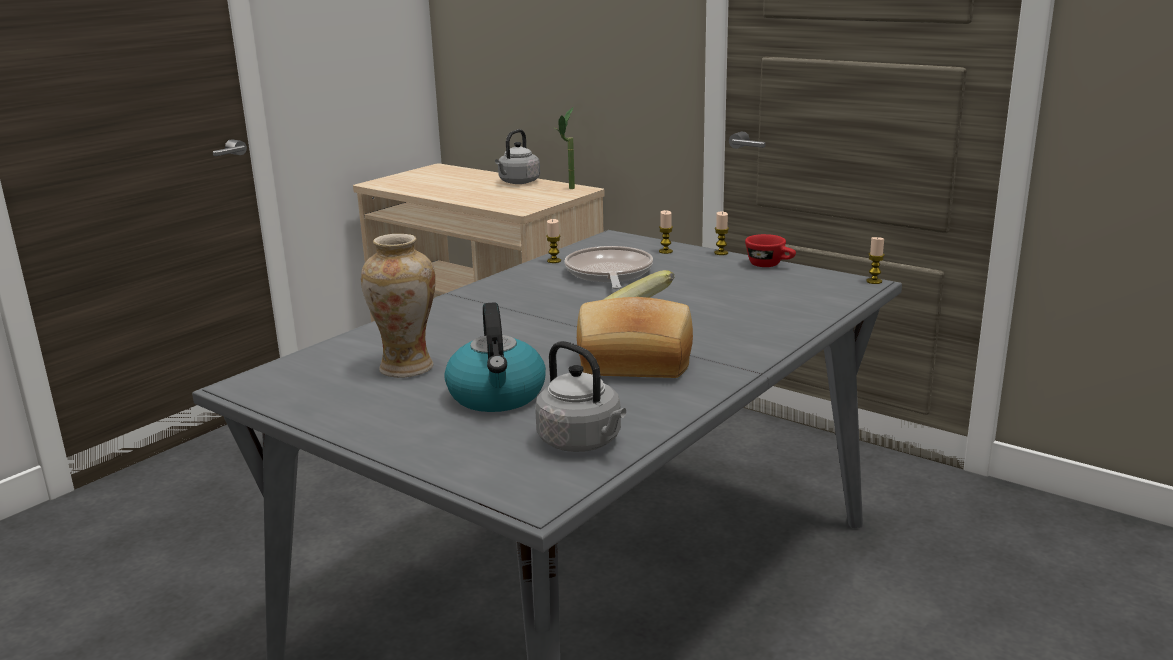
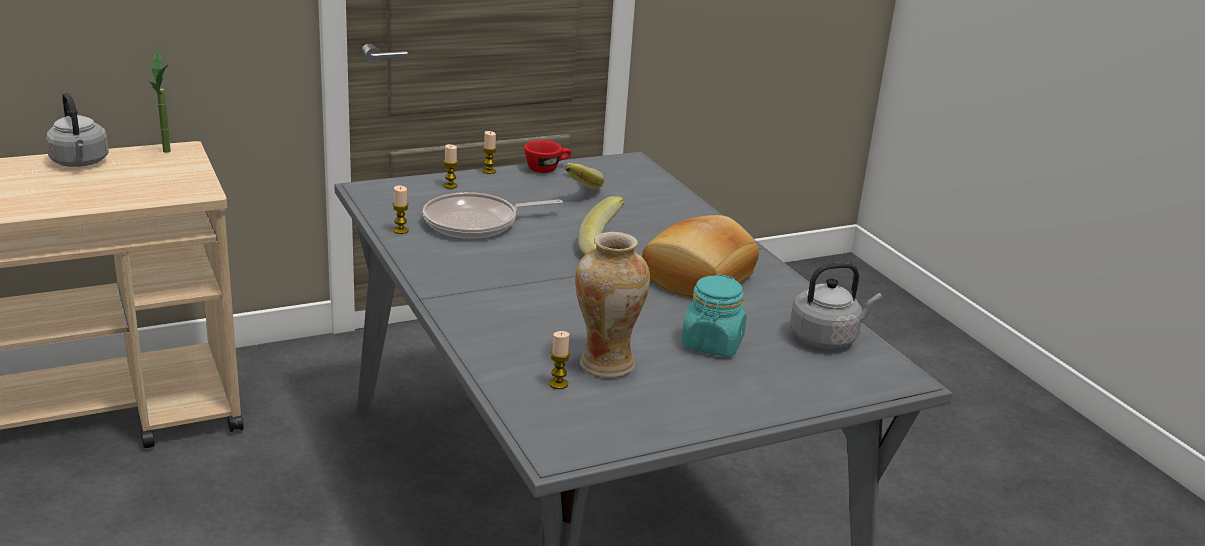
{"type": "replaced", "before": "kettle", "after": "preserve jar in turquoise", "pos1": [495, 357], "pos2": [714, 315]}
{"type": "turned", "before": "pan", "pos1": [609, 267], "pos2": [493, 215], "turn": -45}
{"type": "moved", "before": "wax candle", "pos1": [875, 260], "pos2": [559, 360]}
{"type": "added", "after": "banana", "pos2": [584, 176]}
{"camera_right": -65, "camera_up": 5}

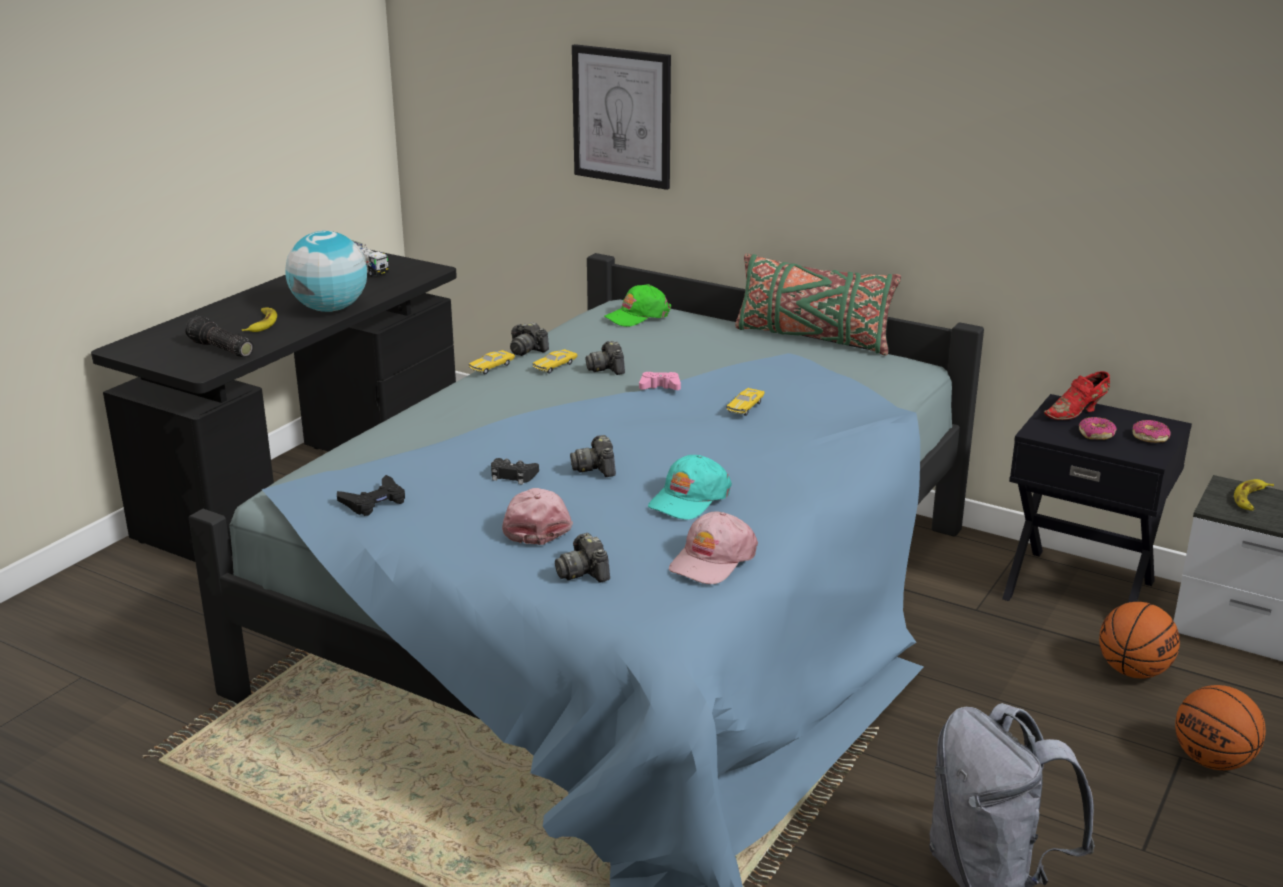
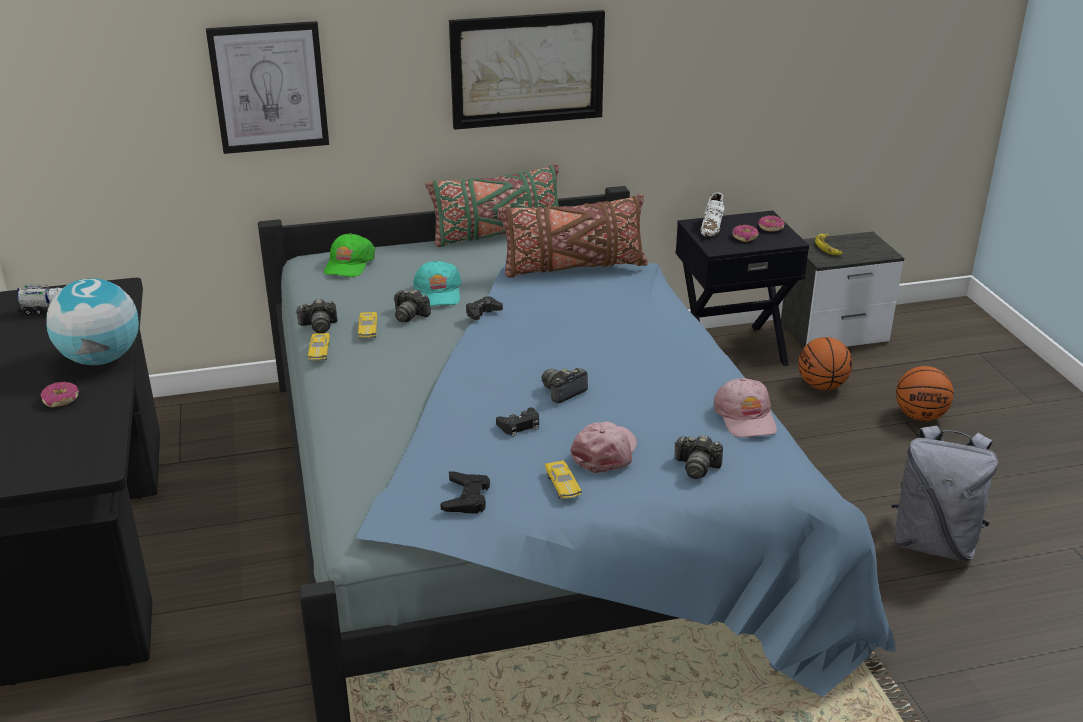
{"type": "removed", "before": "flashlight", "pos1": [219, 337]}
{"type": "replaced", "before": "banana", "after": "doughnut", "pos1": [259, 320], "pos2": [59, 394]}
{"type": "turned", "before": "peaked cap in pinkish", "pos1": [537, 516], "pos2": [604, 447], "turn": 75}
{"type": "turned", "before": "still camera", "pos1": [593, 456], "pos2": [565, 385], "turn": 105}
{"type": "recoloured", "before": "gamepad in pinkish", "after": "gamepad in black-coloured", "pos1": [660, 381], "pos2": [484, 308]}
{"type": "moved", "before": "peaked cap in turquoise", "pos1": [690, 487], "pos2": [437, 283]}
{"type": "moved", "before": "model car in yellow-coloured", "pos1": [745, 402], "pos2": [563, 479]}
{"type": "recoloured", "before": "shoe in reddish", "after": "shoe in whitish", "pos1": [1077, 395], "pos2": [712, 214]}
{"type": "added", "after": "picture", "pos2": [527, 70]}
{"type": "added", "after": "pillow in brown-coloured", "pos2": [573, 236]}
{"camera_right": -45, "camera_up": 5}

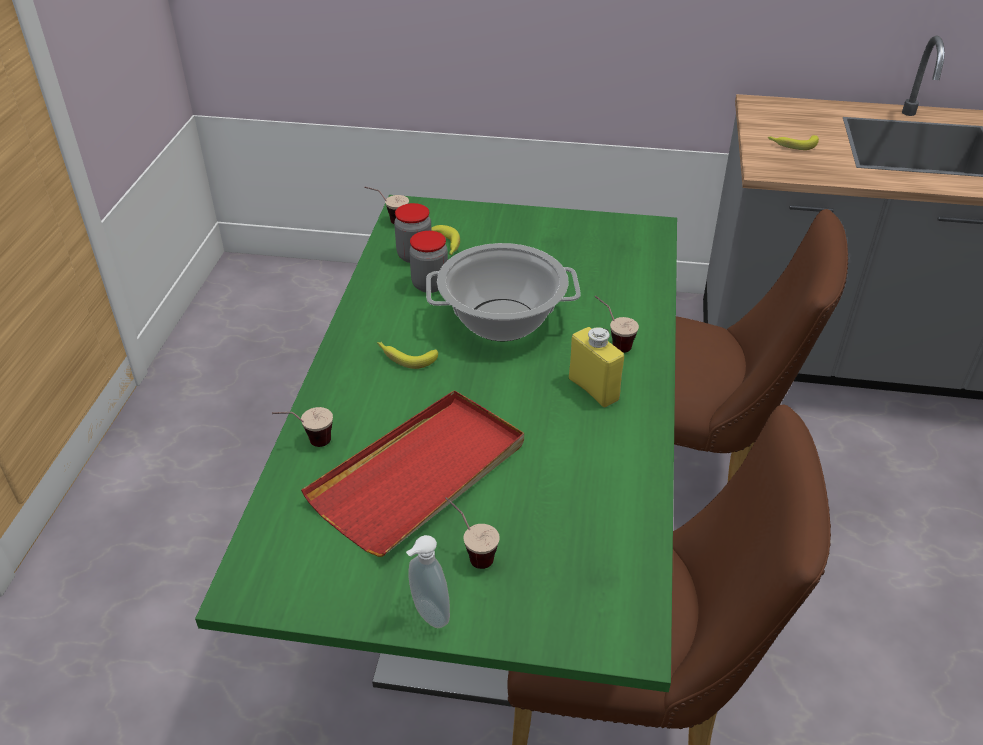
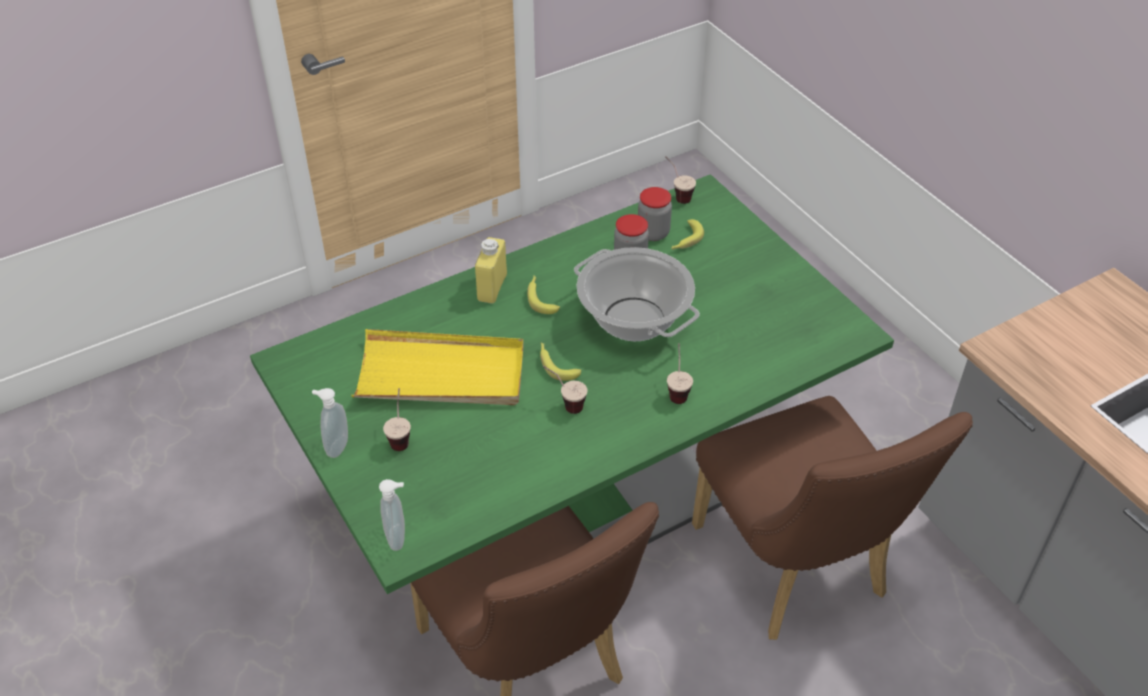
{"type": "moved", "before": "drinking cup", "pos1": [302, 427], "pos2": [565, 390]}
{"type": "recoloured", "before": "tray in reddish", "after": "tray in yellow-coloured", "pos1": [412, 473], "pos2": [437, 367]}
{"type": "moved", "before": "beverage bottle in yellow-coloured", "pos1": [596, 367], "pos2": [491, 270]}
{"type": "moved", "before": "banana", "pos1": [793, 142], "pos2": [560, 362]}
{"type": "added", "after": "soap dispenser", "pos2": [392, 515]}
{"camera_right": 50, "camera_up": 5}

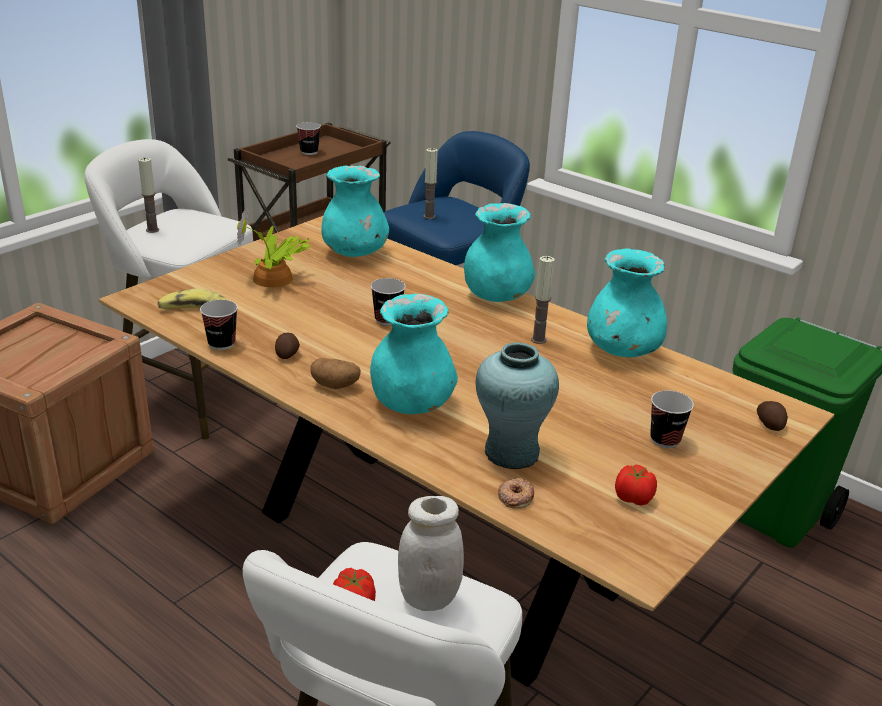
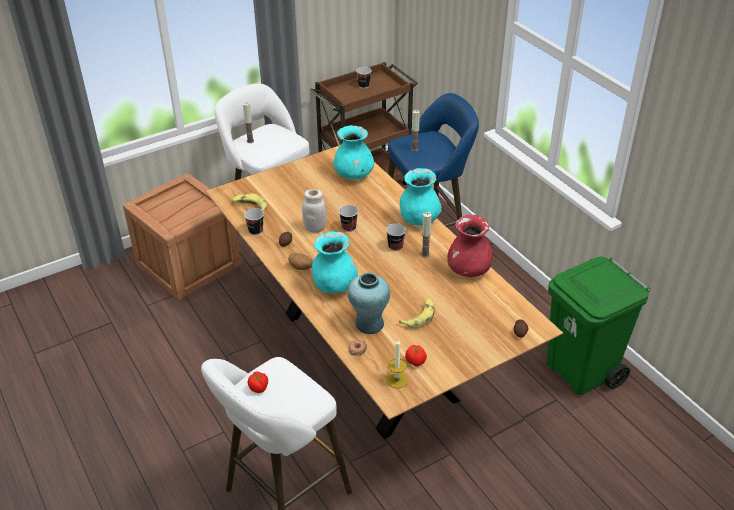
{"type": "removed", "before": "plant in a pot", "pos1": [273, 247]}
{"type": "moved", "before": "preserve jar in whitish", "pos1": [431, 553], "pos2": [314, 211]}
{"type": "recoloured", "before": "decorative vase in turquoise", "after": "decorative vase in reddish", "pos1": [627, 302], "pos2": [470, 246]}
{"type": "moved", "before": "drinking cup", "pos1": [672, 419], "pos2": [396, 237]}
{"type": "added", "after": "wax candle", "pos2": [397, 364]}
{"type": "added", "after": "banana", "pos2": [417, 313]}
{"camera_right": 20, "camera_up": 10}

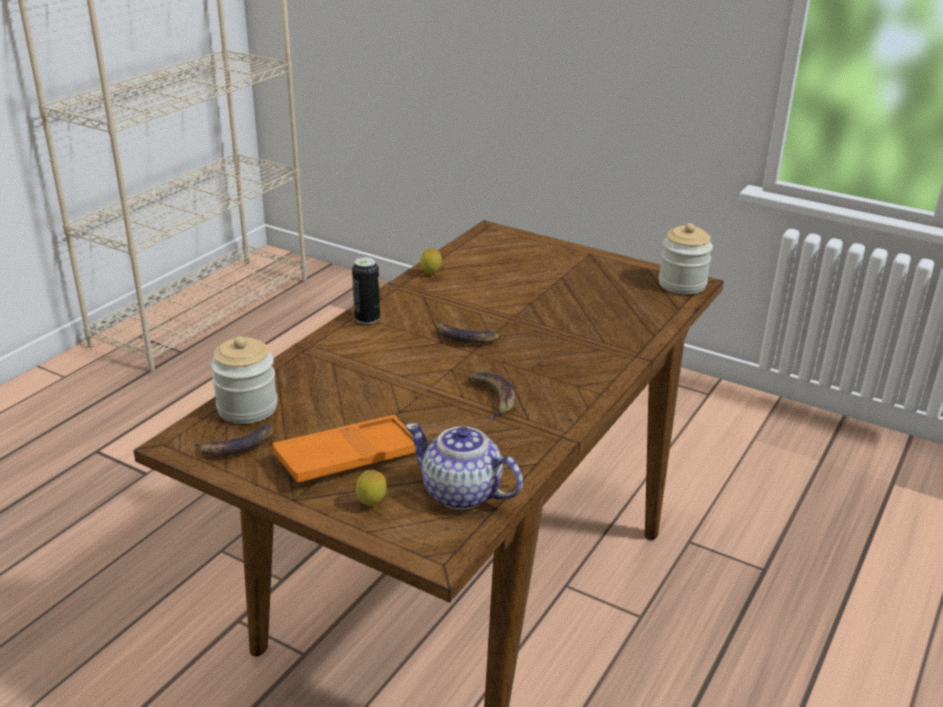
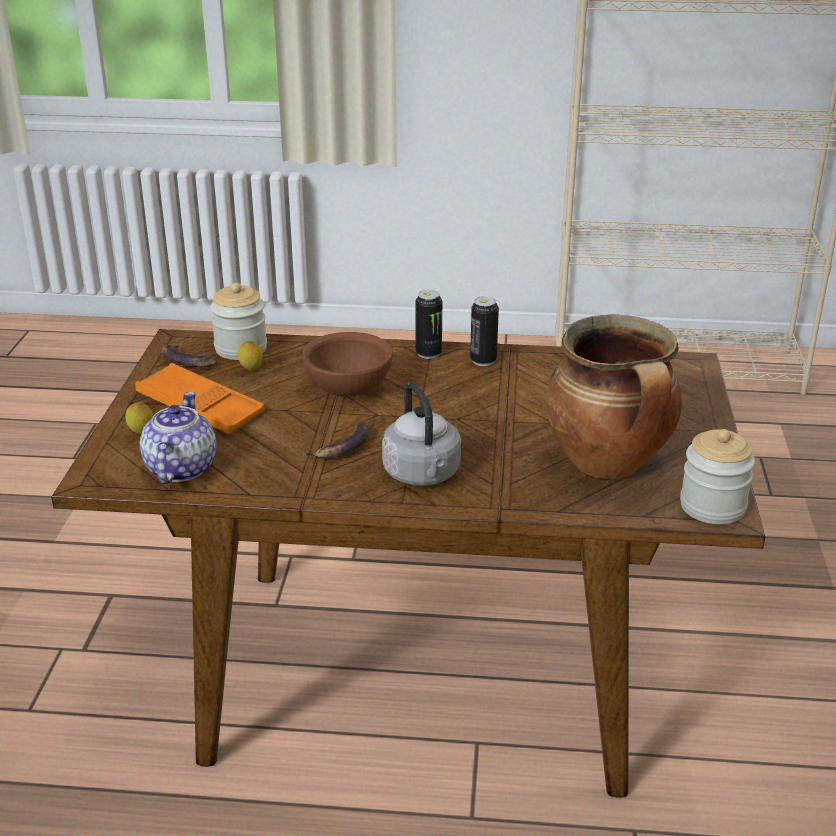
{"type": "moved", "before": "lemon", "pos1": [431, 261], "pos2": [250, 356]}
{"type": "removed", "before": "banana", "pos1": [468, 332]}
{"type": "added", "after": "deep dish in brown-coloured", "pos2": [347, 364]}
{"type": "added", "after": "kettle in grey", "pos2": [421, 434]}
{"type": "added", "after": "sealed can", "pos2": [484, 331]}
{"type": "added", "after": "stockpot", "pos2": [613, 396]}
{"camera_right": 65, "camera_up": 0}

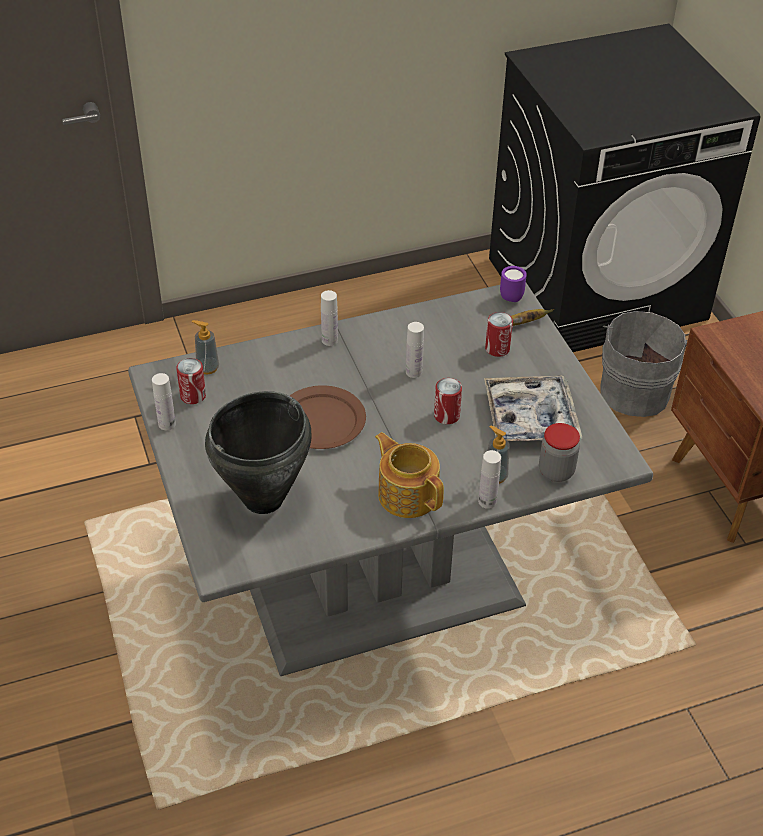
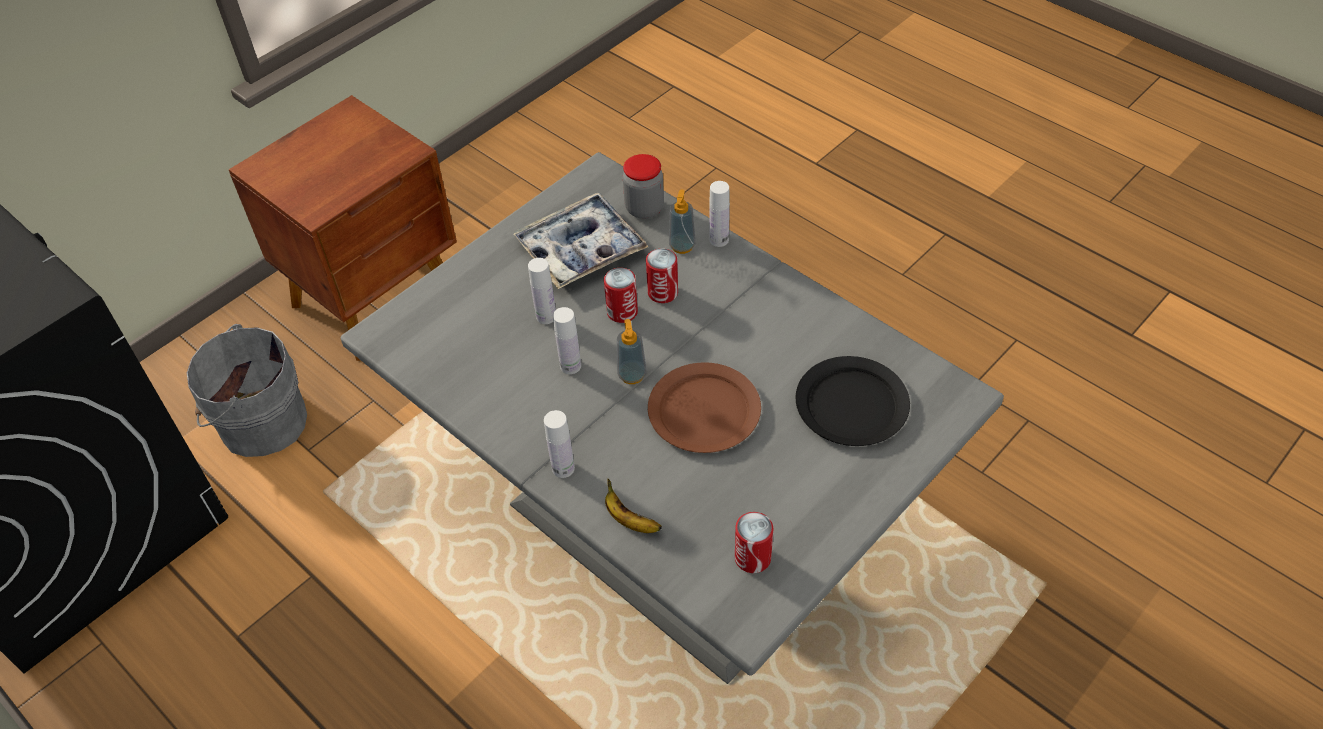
{"type": "moved", "before": "beverage bottle in whitish", "pos1": [164, 401], "pos2": [542, 291]}
{"type": "moved", "before": "soap dispenser", "pos1": [205, 347], "pos2": [632, 351]}
{"type": "replaced", "before": "stockpot in black-coloured", "after": "plate in black-coloured", "pos1": [258, 452], "pos2": [853, 401]}
{"type": "removed", "before": "tea pot", "pos1": [409, 475]}
{"type": "moved", "before": "sealed can", "pos1": [499, 334], "pos2": [662, 275]}
{"type": "removed", "before": "mug in purple", "pos1": [513, 284]}
{"type": "moved", "before": "banana", "pos1": [532, 317], "pos2": [633, 506]}
{"camera_right": -115, "camera_up": 5}

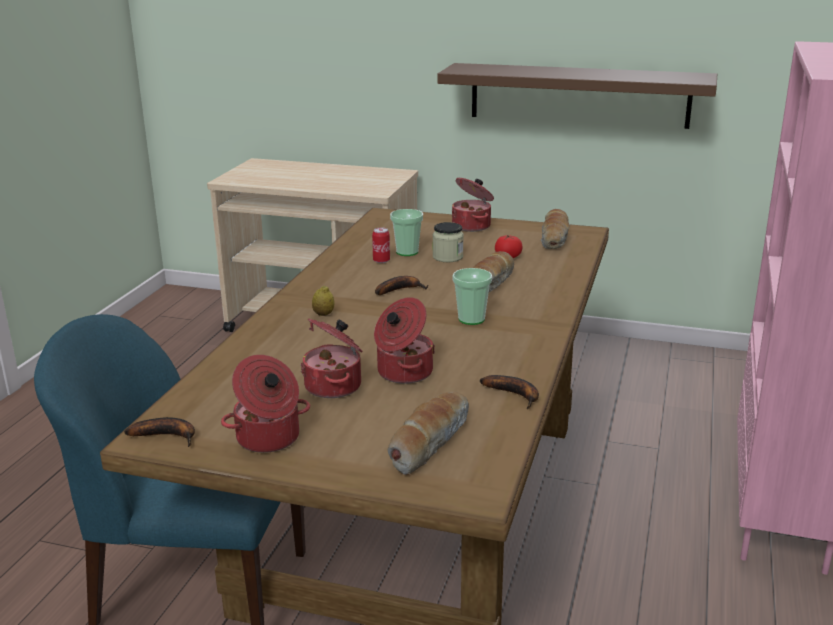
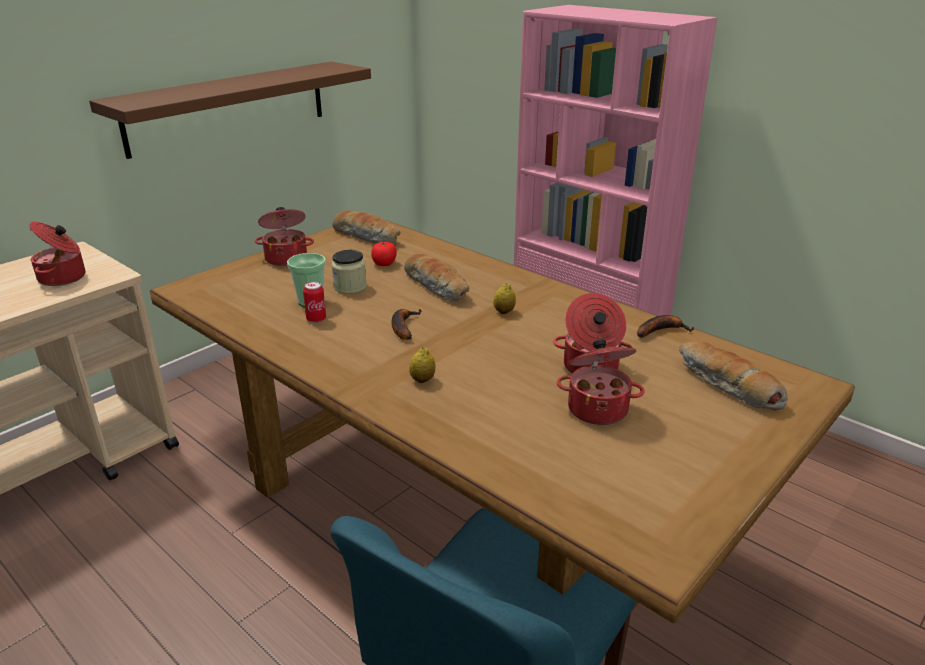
{"type": "removed", "before": "banana", "pos1": [159, 432]}
{"type": "moved", "before": "stockpot", "pos1": [265, 404], "pos2": [57, 254]}
{"type": "replaced", "before": "drinking cup", "after": "lemon", "pos1": [472, 296], "pos2": [504, 298]}
{"camera_right": -65, "camera_up": 5}

